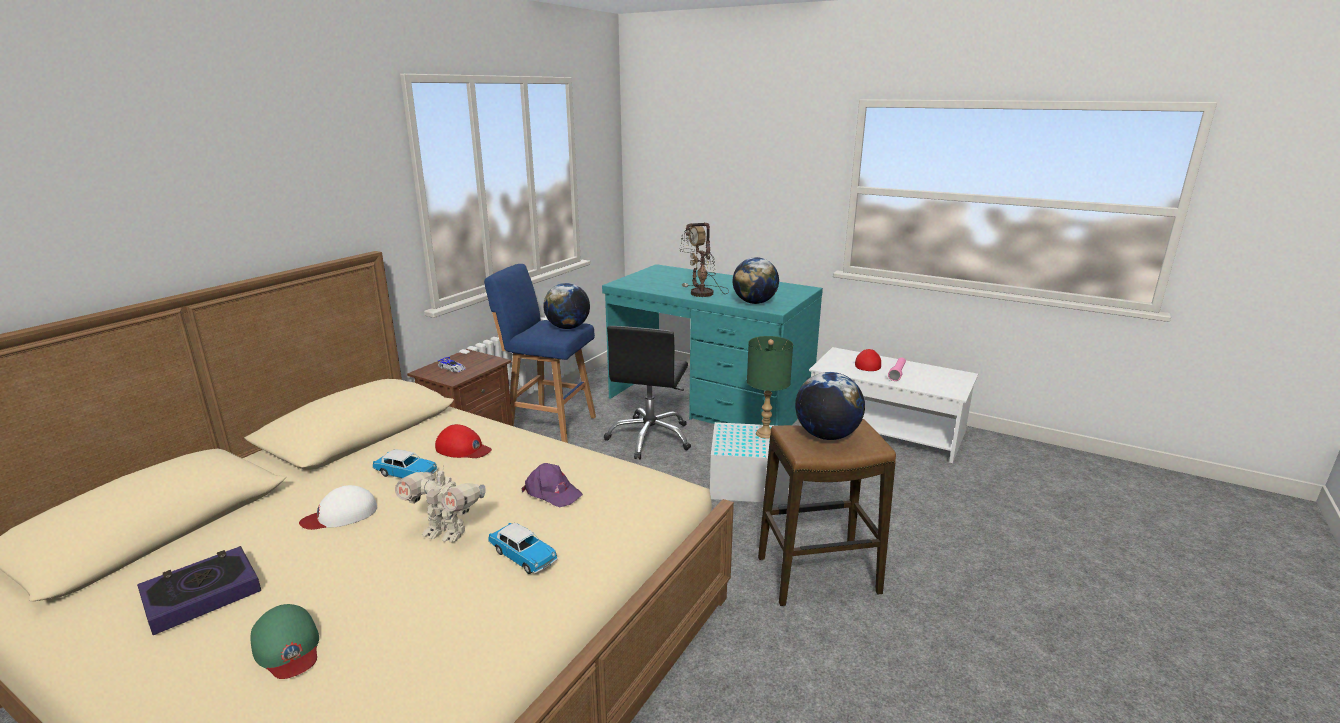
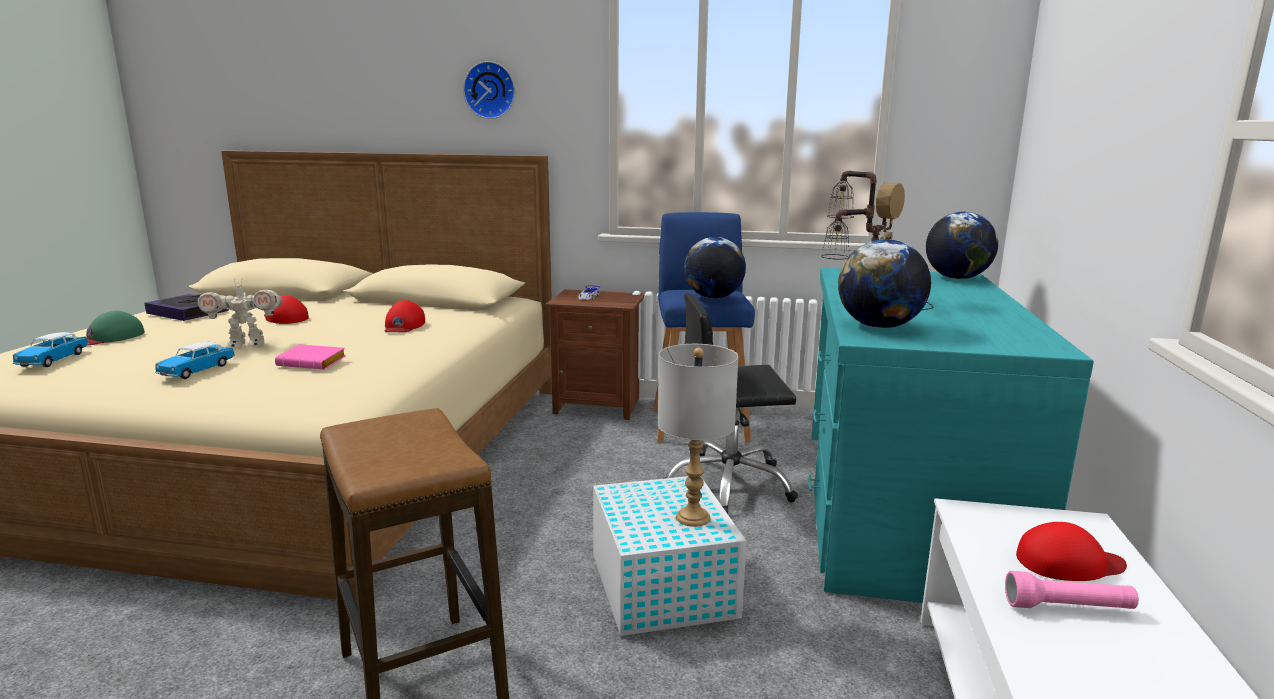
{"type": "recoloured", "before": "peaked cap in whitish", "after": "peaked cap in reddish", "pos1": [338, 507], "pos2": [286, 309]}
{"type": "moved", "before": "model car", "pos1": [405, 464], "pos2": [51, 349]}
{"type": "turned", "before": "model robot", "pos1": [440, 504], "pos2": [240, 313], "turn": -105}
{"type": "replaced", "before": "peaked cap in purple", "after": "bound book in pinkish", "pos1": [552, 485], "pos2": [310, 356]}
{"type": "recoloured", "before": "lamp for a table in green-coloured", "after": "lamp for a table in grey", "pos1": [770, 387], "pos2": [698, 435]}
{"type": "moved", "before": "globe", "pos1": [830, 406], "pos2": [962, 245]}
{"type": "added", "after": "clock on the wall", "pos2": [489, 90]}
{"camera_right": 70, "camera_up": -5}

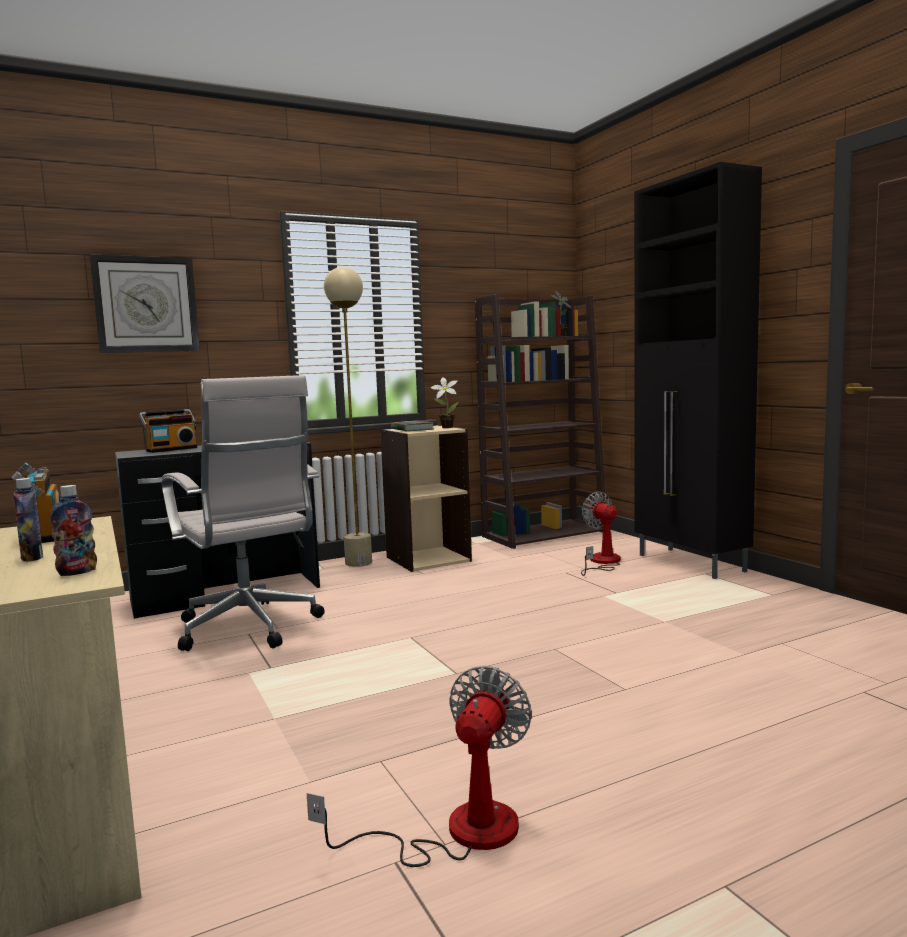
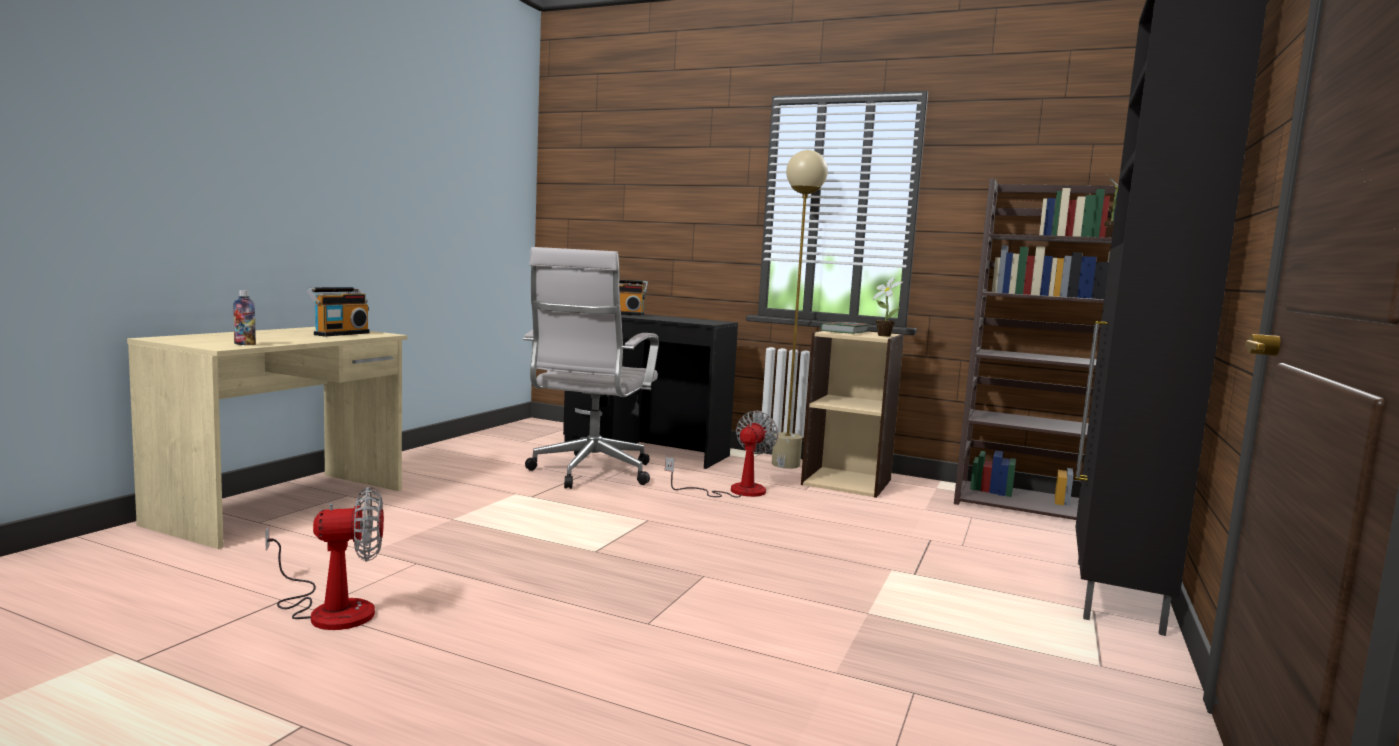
{"type": "removed", "before": "beverage bottle", "pos1": [28, 520]}
{"type": "removed", "before": "clock on the wall", "pos1": [145, 303]}
{"type": "moved", "before": "electric fan", "pos1": [601, 533], "pos2": [721, 454]}
{"camera_right": 50, "camera_up": 0}

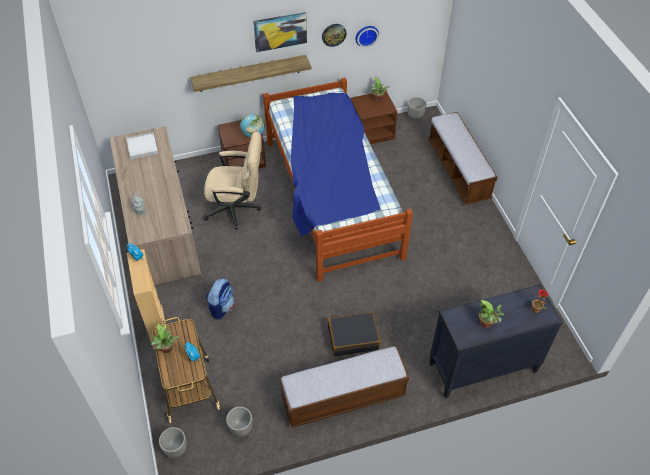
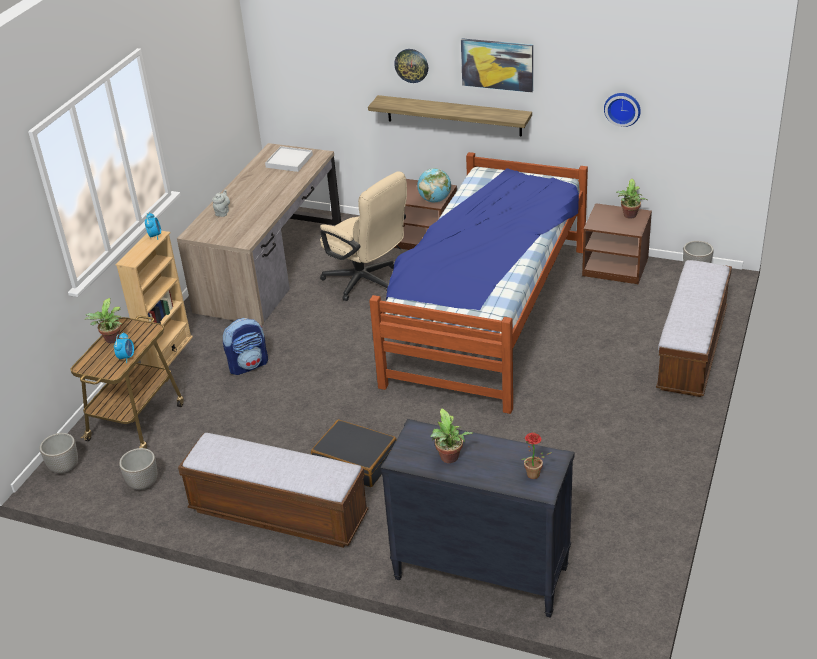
{"type": "moved", "before": "clock on the wall", "pos1": [334, 35], "pos2": [411, 66]}
{"camera_right": 40, "camera_up": -15}

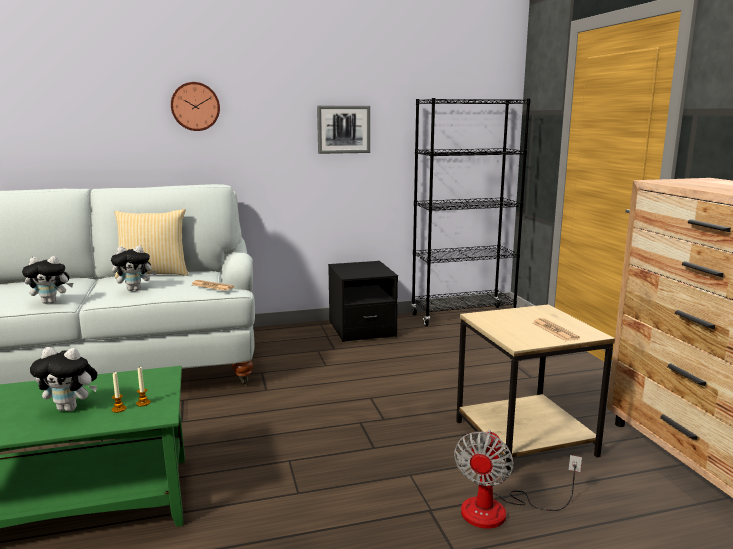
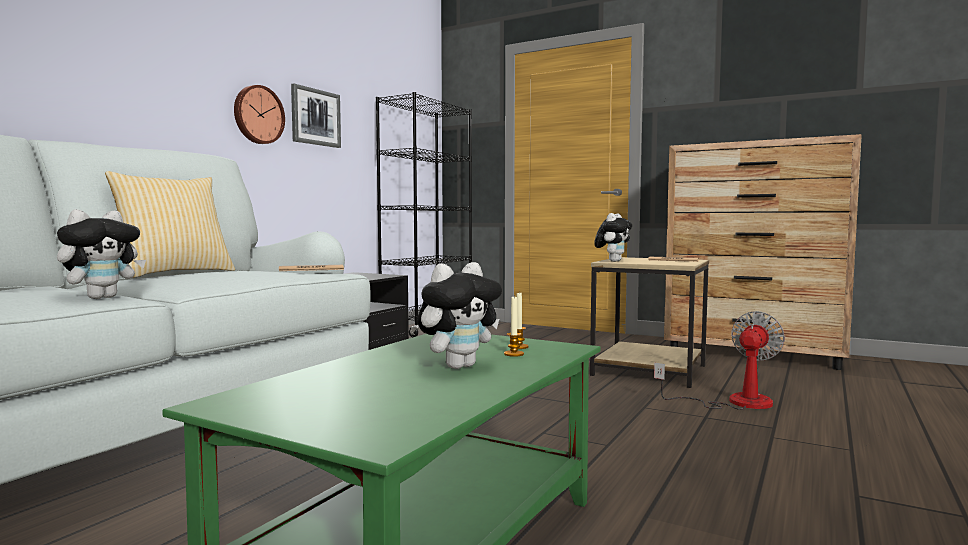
{"type": "moved", "before": "soft toy", "pos1": [134, 268], "pos2": [613, 237]}
{"type": "moved", "before": "clock on the wall", "pos1": [195, 106], "pos2": [259, 114]}
{"type": "turned", "before": "electric fan", "pos1": [518, 479], "pos2": [719, 360], "turn": -120}
{"camera_right": -45, "camera_up": -10}

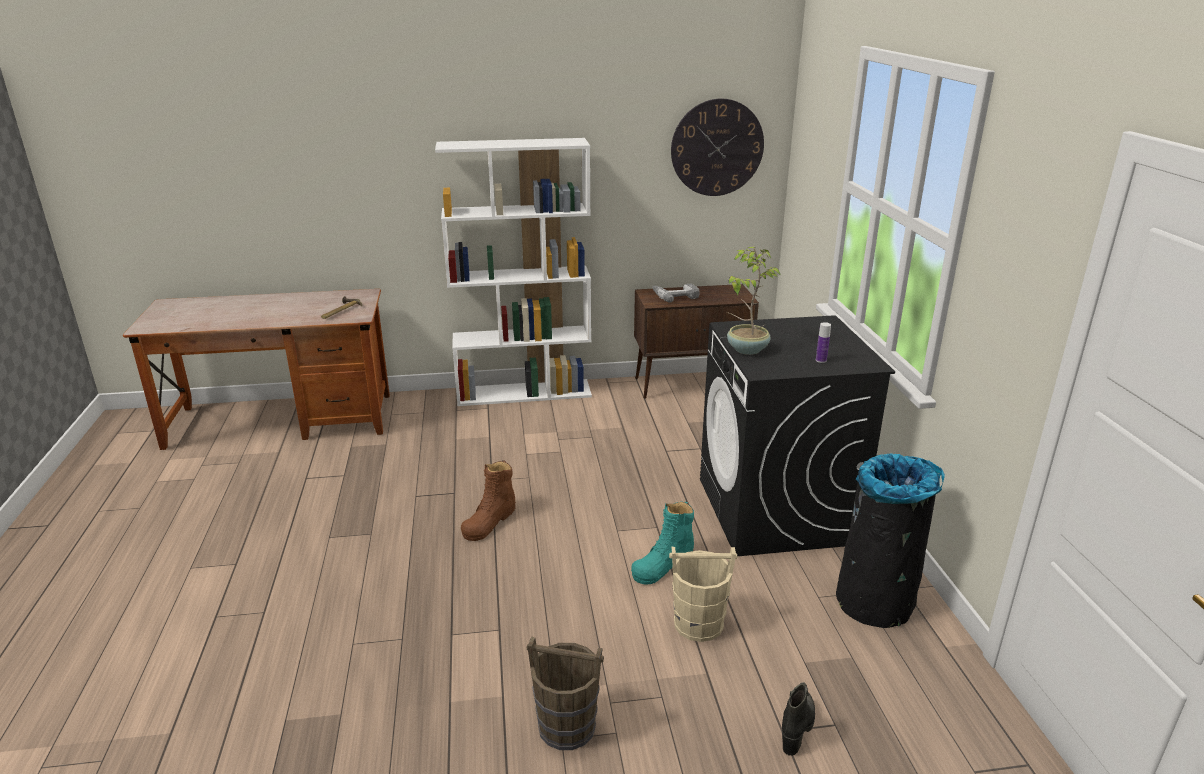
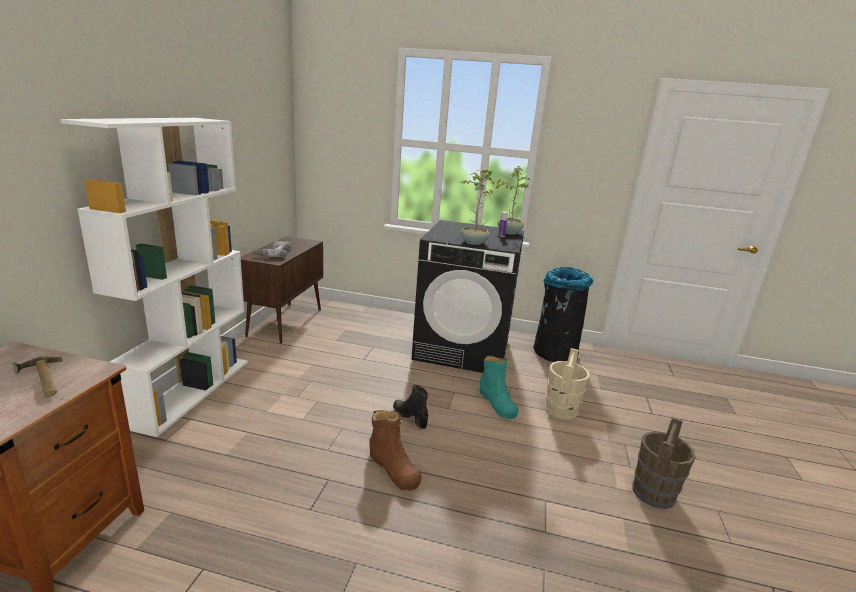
{"type": "removed", "before": "clock on the wall", "pos1": [717, 147]}
{"type": "moved", "before": "tall boot in black-coloured", "pos1": [798, 719], "pos2": [410, 407]}
{"type": "added", "after": "plant in a pot", "pos2": [513, 200]}
{"camera_right": -70, "camera_up": -5}

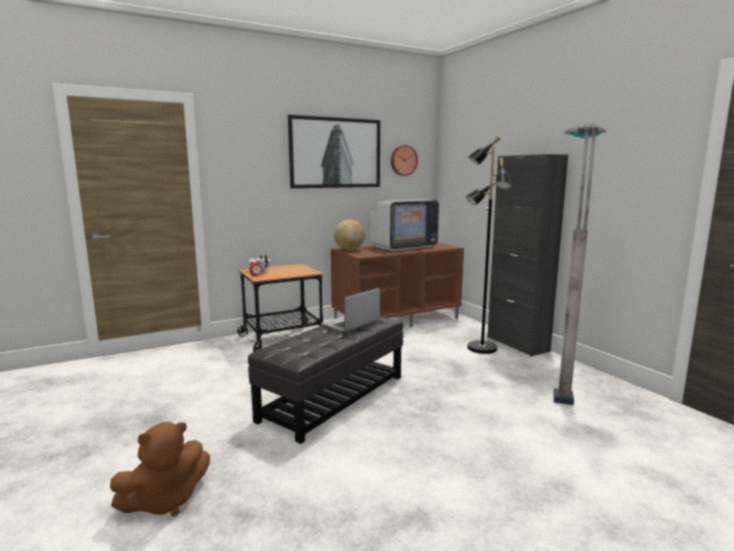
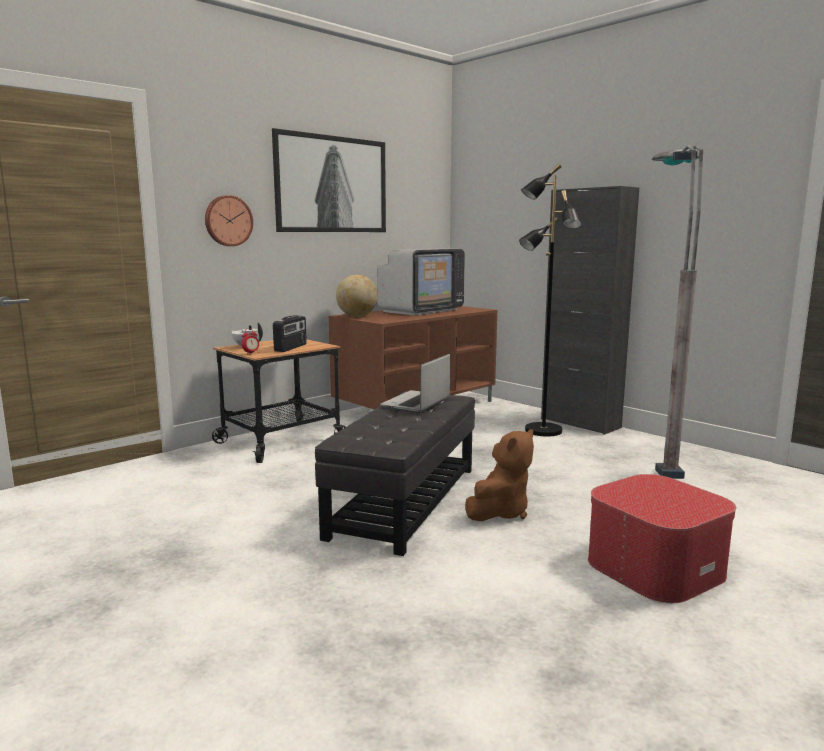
{"type": "moved", "before": "soft toy in brown-coloured", "pos1": [160, 469], "pos2": [499, 475]}
{"type": "moved", "before": "clock on the wall", "pos1": [404, 160], "pos2": [229, 220]}
{"type": "added", "after": "radio", "pos2": [290, 333]}
{"type": "added", "after": "pouffe", "pos2": [662, 538]}
{"camera_right": -15, "camera_up": 0}

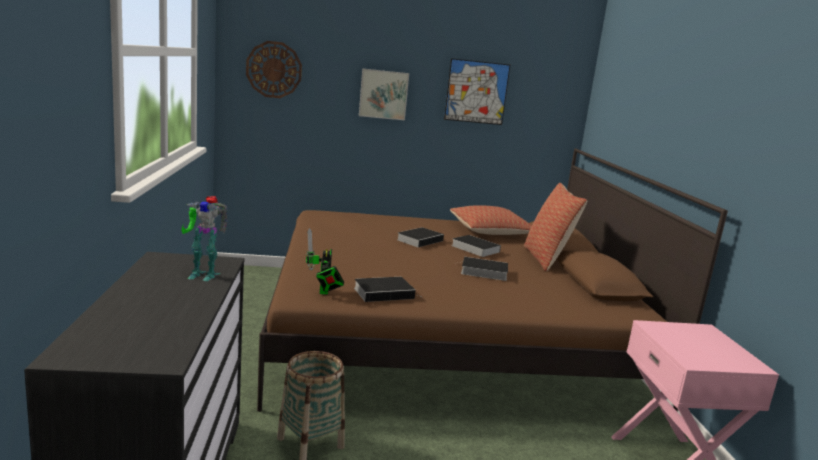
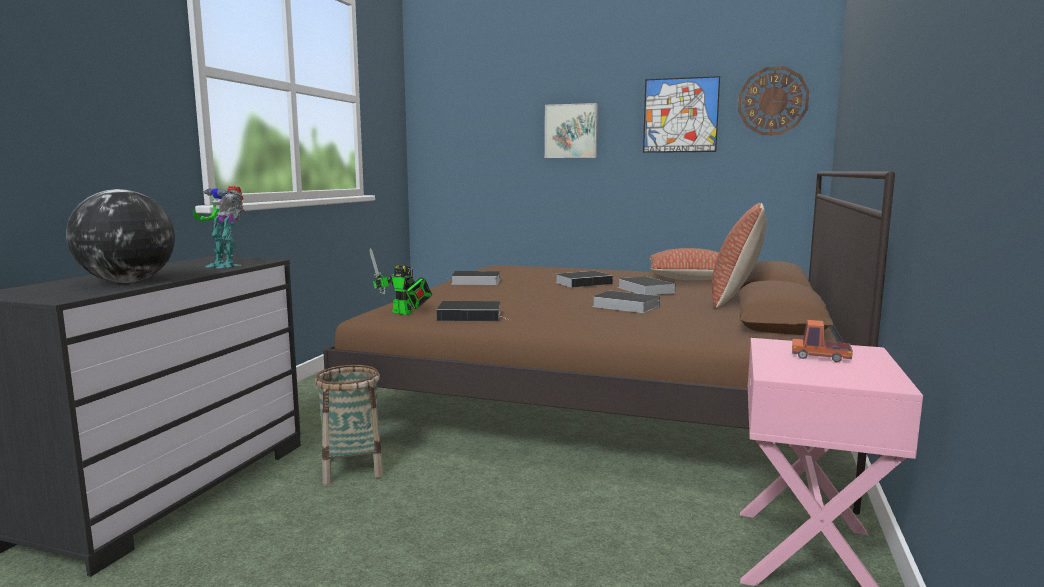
{"type": "moved", "before": "clock on the wall", "pos1": [274, 69], "pos2": [774, 100]}
{"type": "turned", "before": "model robot", "pos1": [325, 261], "pos2": [400, 281], "turn": -75}
{"type": "added", "after": "globe", "pos2": [120, 236]}
{"type": "added", "after": "bound book", "pos2": [475, 278]}
{"type": "added", "after": "toy lorry", "pos2": [822, 341]}
{"camera_right": 25, "camera_up": -5}

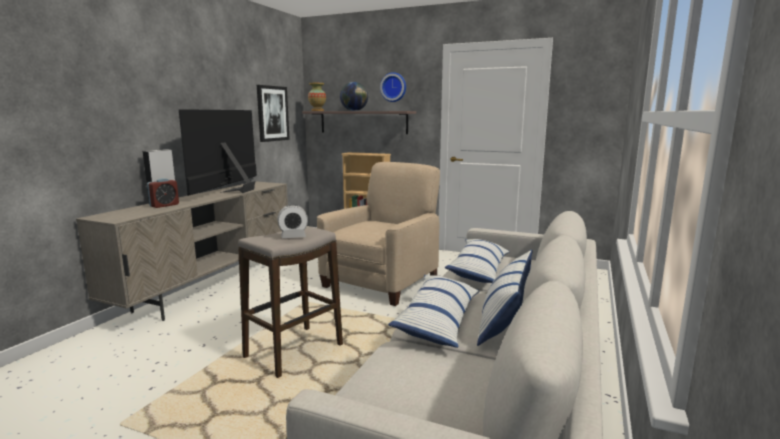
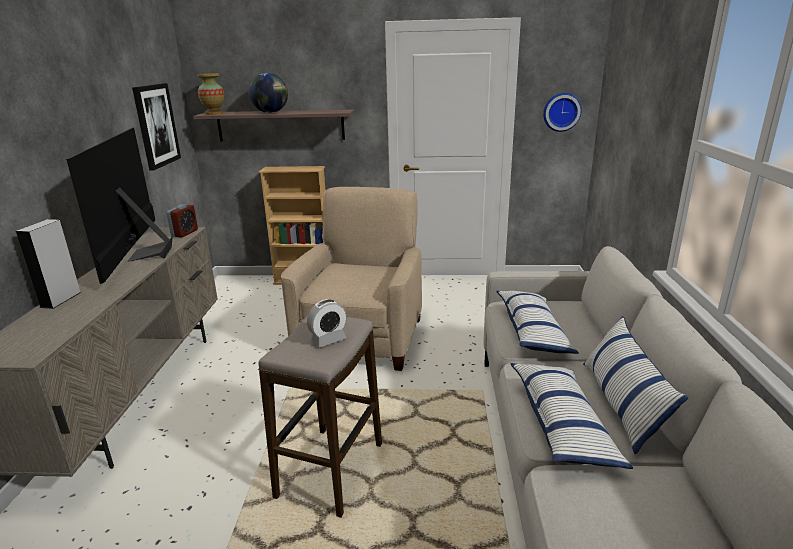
{"type": "moved", "before": "table clock", "pos1": [163, 193], "pos2": [182, 220]}
{"type": "moved", "before": "clock on the wall", "pos1": [393, 87], "pos2": [562, 112]}
{"camera_right": -20, "camera_up": 10}

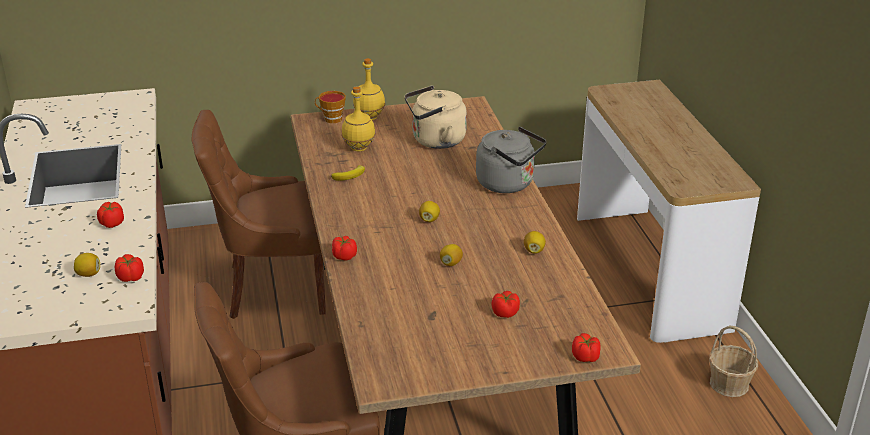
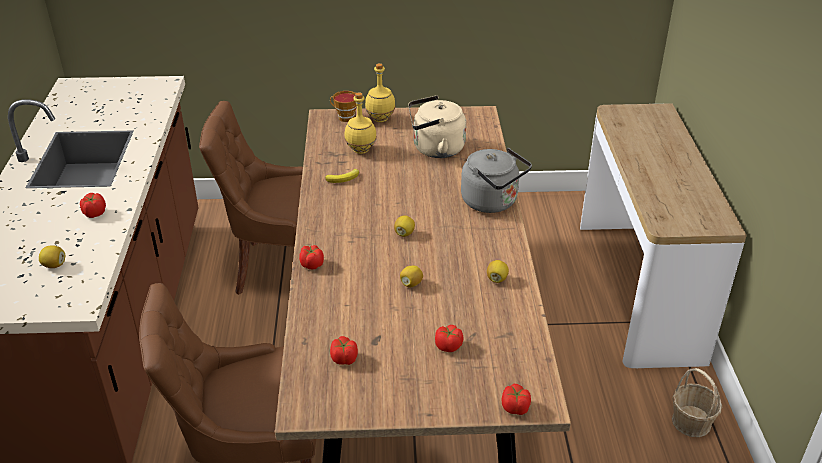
{"type": "moved", "before": "whole tomato", "pos1": [129, 268], "pos2": [344, 350]}
{"camera_right": 10, "camera_up": 5}

